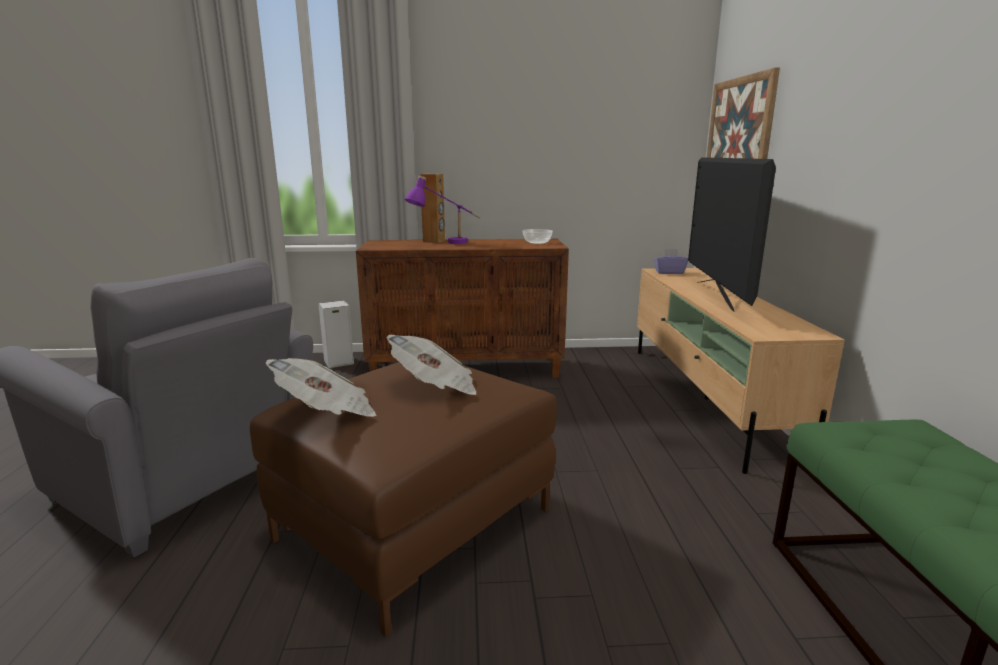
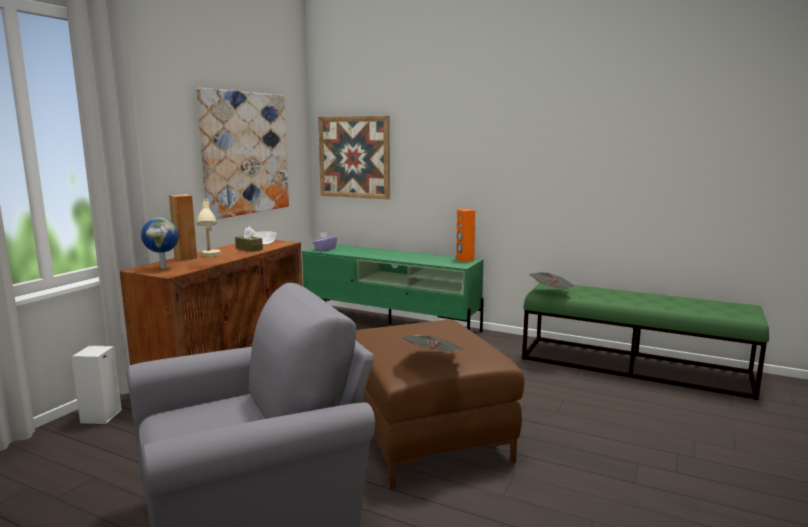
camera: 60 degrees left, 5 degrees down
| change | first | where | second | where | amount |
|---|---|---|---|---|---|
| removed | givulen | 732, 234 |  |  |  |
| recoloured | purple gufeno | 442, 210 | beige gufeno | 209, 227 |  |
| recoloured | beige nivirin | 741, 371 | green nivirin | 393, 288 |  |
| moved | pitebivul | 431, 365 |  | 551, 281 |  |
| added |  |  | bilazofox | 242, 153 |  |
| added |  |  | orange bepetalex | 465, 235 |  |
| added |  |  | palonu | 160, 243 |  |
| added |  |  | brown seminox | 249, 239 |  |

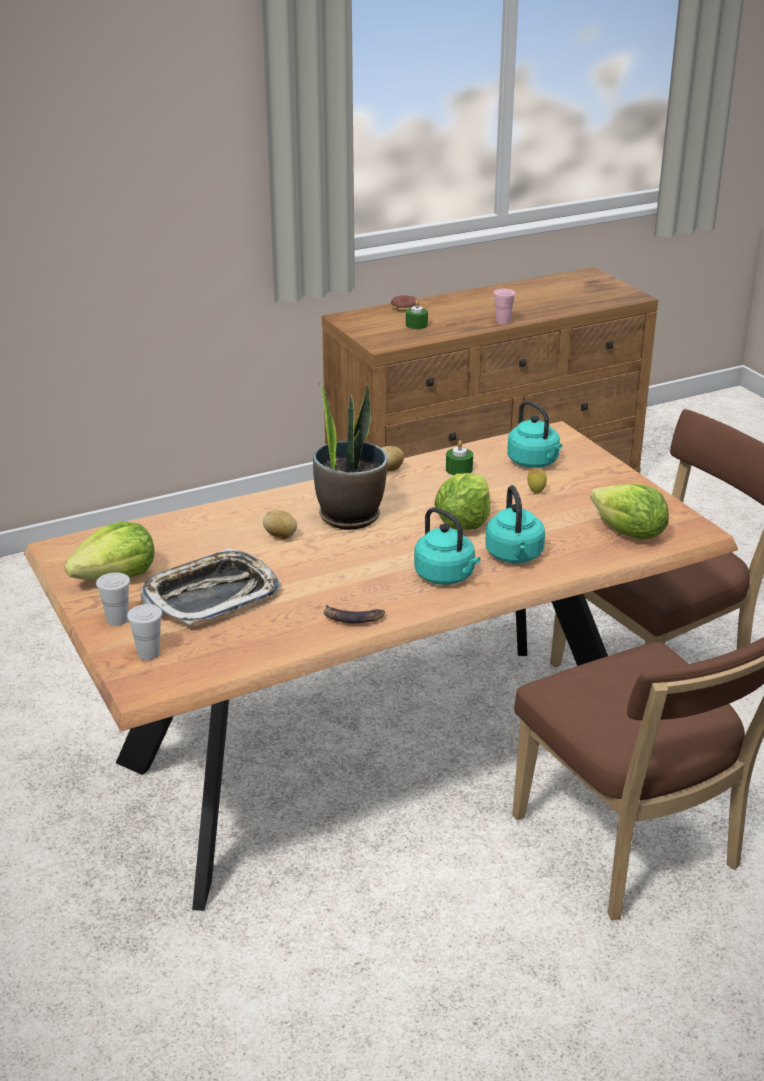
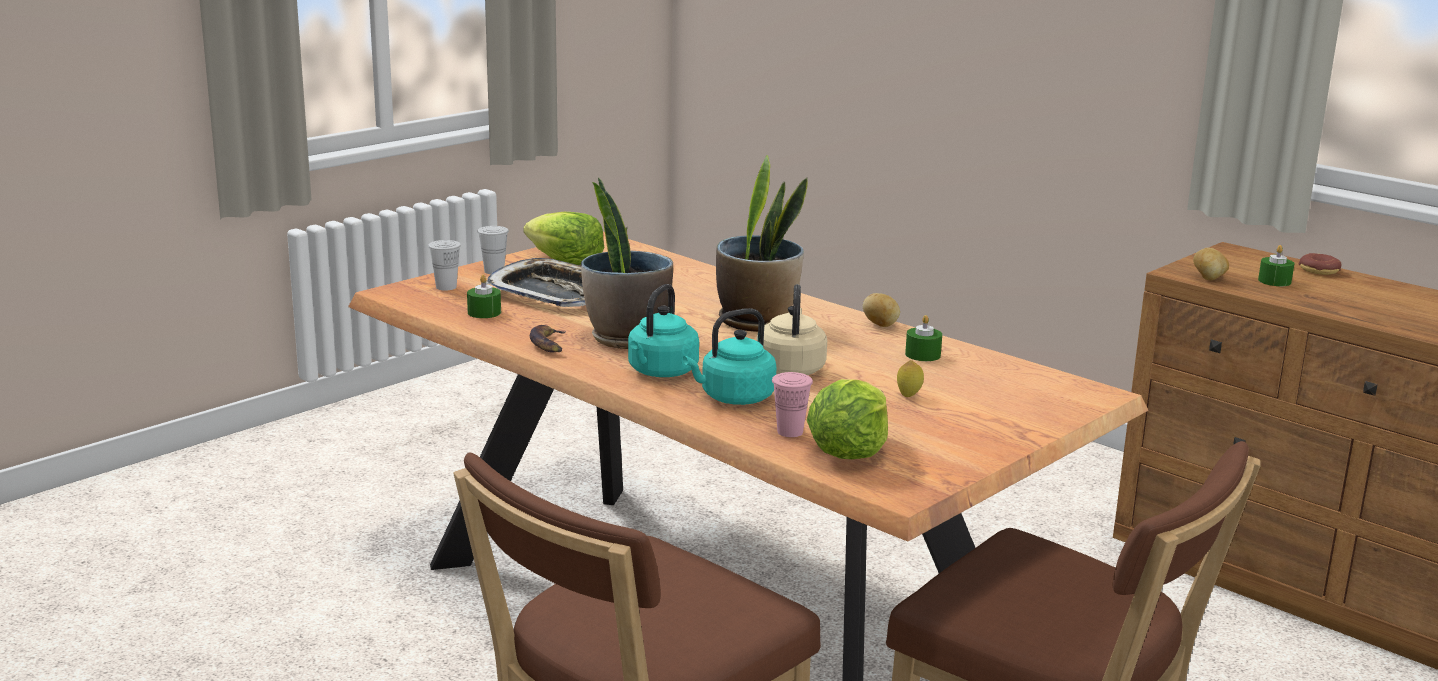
camera: 70 degrees right, 10 degrees down
| change | first | where | second | where | amount |
|---|---|---|---|---|---|
| moved | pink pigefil | 504, 307 |  | 792, 404 |  |
| removed | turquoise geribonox | 534, 434 |  |  |  |
| replaced | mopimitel | 462, 501 | beige geribonox | 791, 329 |  |
| moved | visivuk | 280, 524 |  | 1211, 264 |  |
| added |  |  | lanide | 627, 263 |  |
| added |  |  | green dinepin | 484, 296 |  |

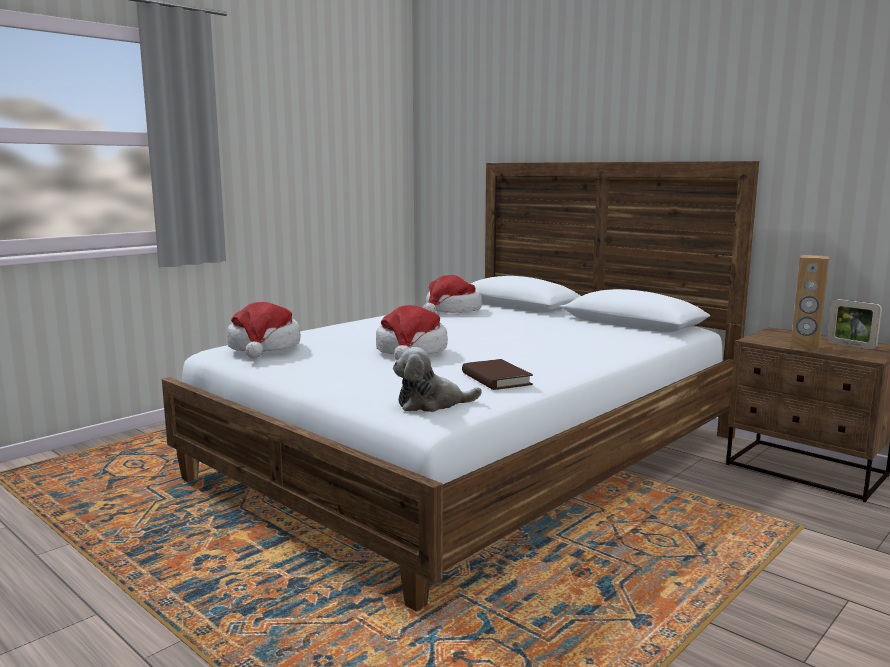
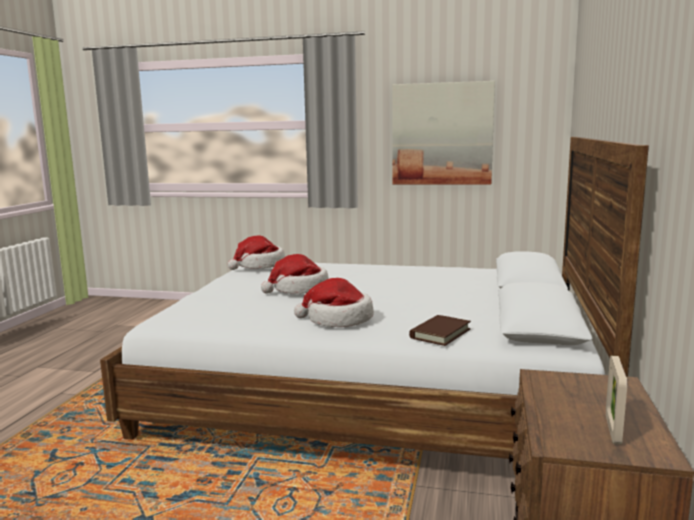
camera: 60 degrees right, 0 degrees up
| change | first | where | second | where | amount |
|---|---|---|---|---|---|
| removed | brown bepetalex | 810, 303 |  |  |  |
| moved | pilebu | 452, 294 |  | 334, 302 |  |
| removed | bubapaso | 437, 379 |  |  |  |
| moved | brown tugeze | 497, 374 |  | 440, 330 |  |
| added |  |  | bilazofox | 443, 133 |  |

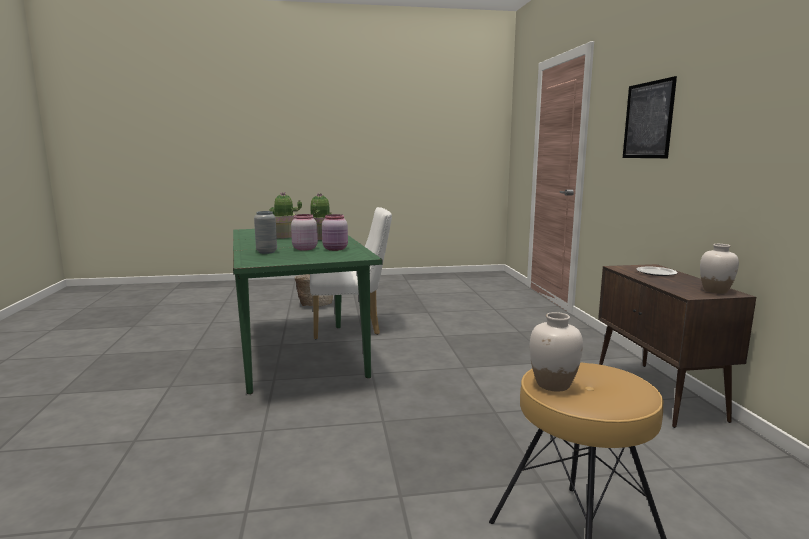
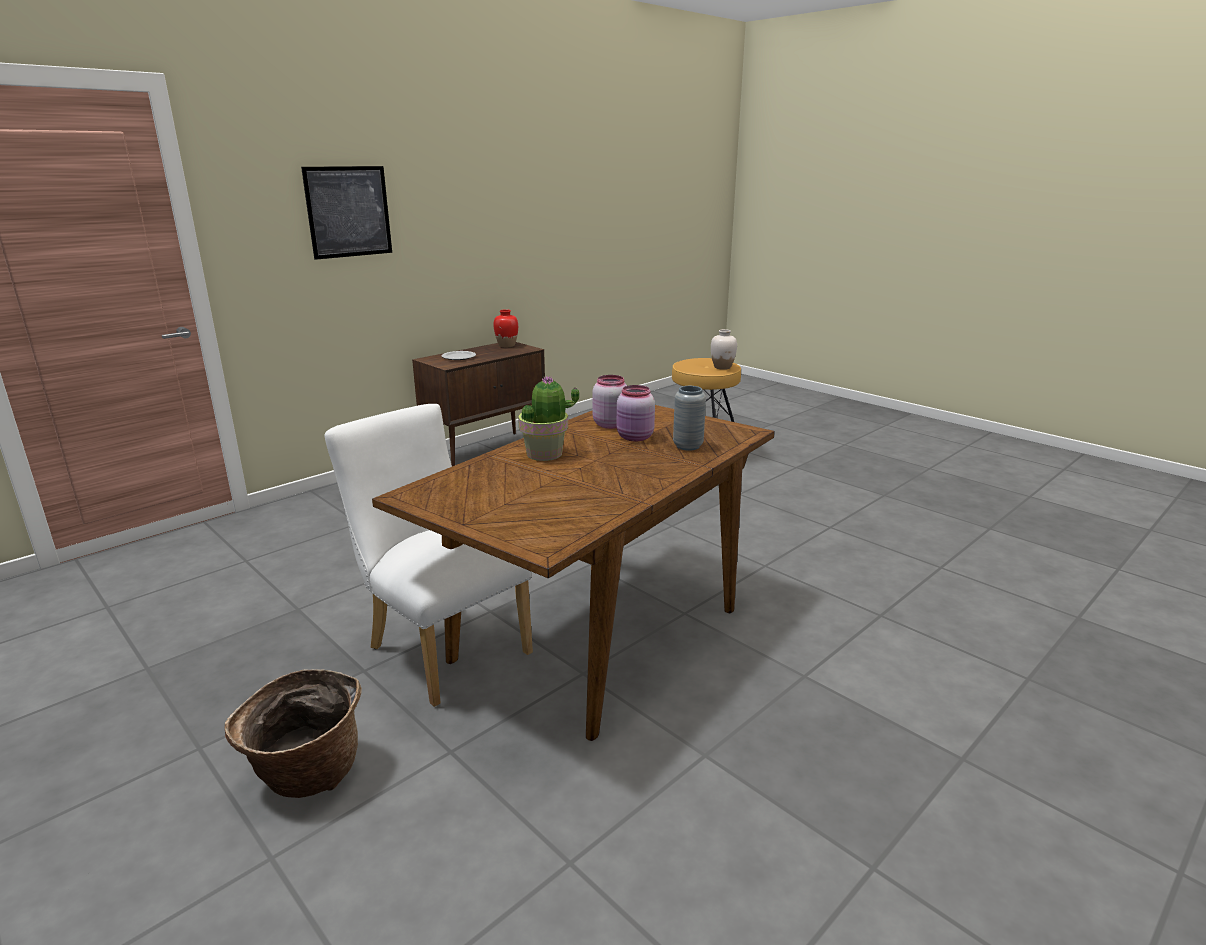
camera: 125 degrees left, 10 degrees up
| change | first | where | second | where | amount |
|---|---|---|---|---|---|
| removed | lanide | 285, 215 |  |  |  |
| recoloured | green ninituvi | 307, 311 | brown ninituvi | 573, 573 |  |
| recoloured | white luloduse | 719, 269 | red luloduse | 506, 328 |  |

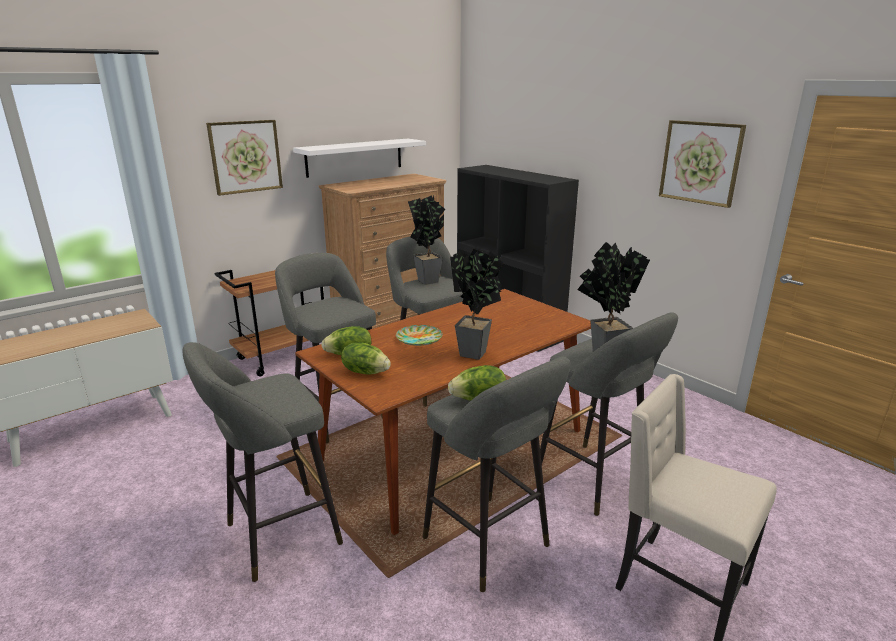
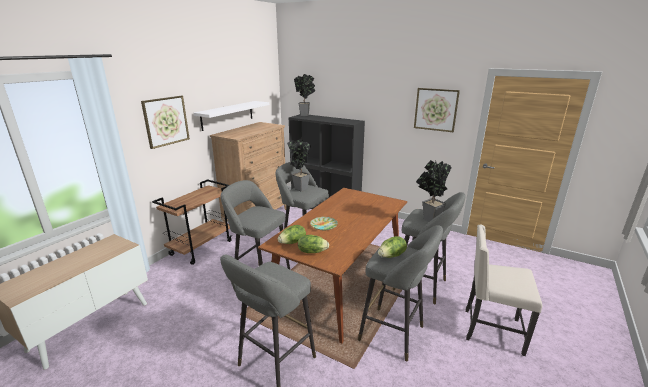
camera: 20 degrees left, 0 degrees up
| change | first | where | second | where | amount |
|---|---|---|---|---|---|
| moved | lanide | 476, 304 |  | 304, 95 |  |

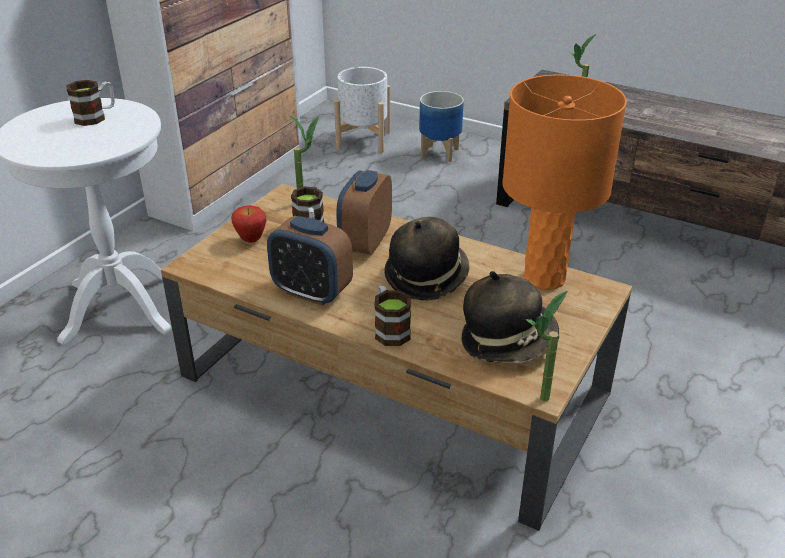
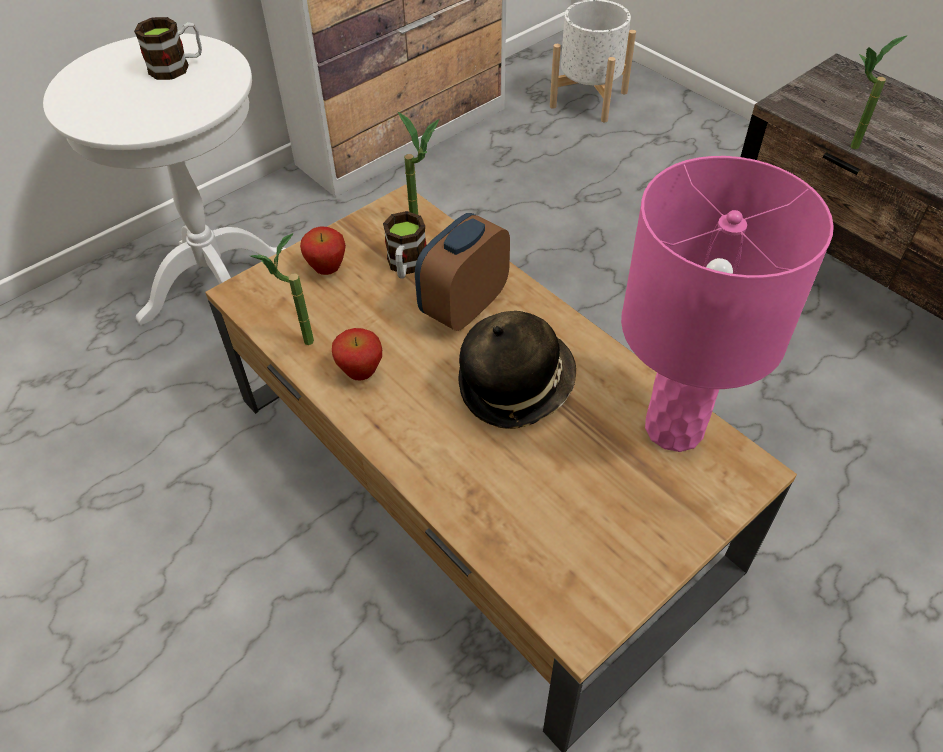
camera: 20 degrees right, 15 degrees up
| change | first | where | second | where | amount |
|---|---|---|---|---|---|
| recoloured | orange gufeno | 564, 182 | pink gufeno | 727, 304 |  |
| removed | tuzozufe | 441, 126 |  |  |  |
| replaced | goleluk | 310, 261 | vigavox | 357, 354 |  |
| removed | pilebu | 510, 317 |  |  |  |
| removed | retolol | 392, 316 |  |  |  |
| moved | lanide | 546, 346 |  | 282, 289 |  |

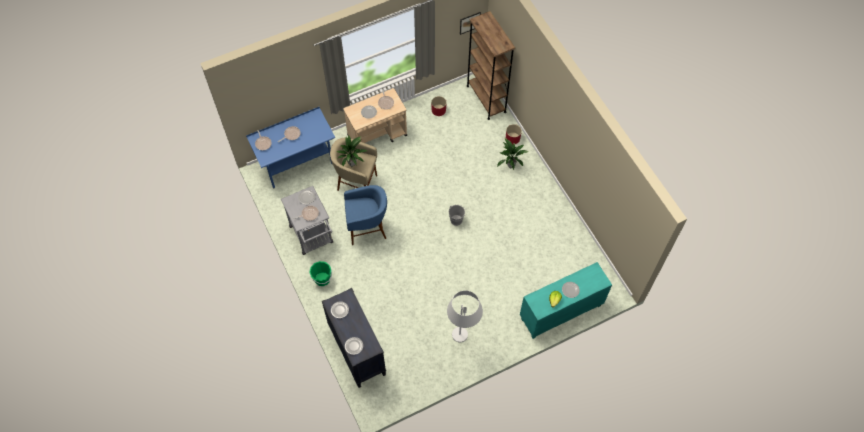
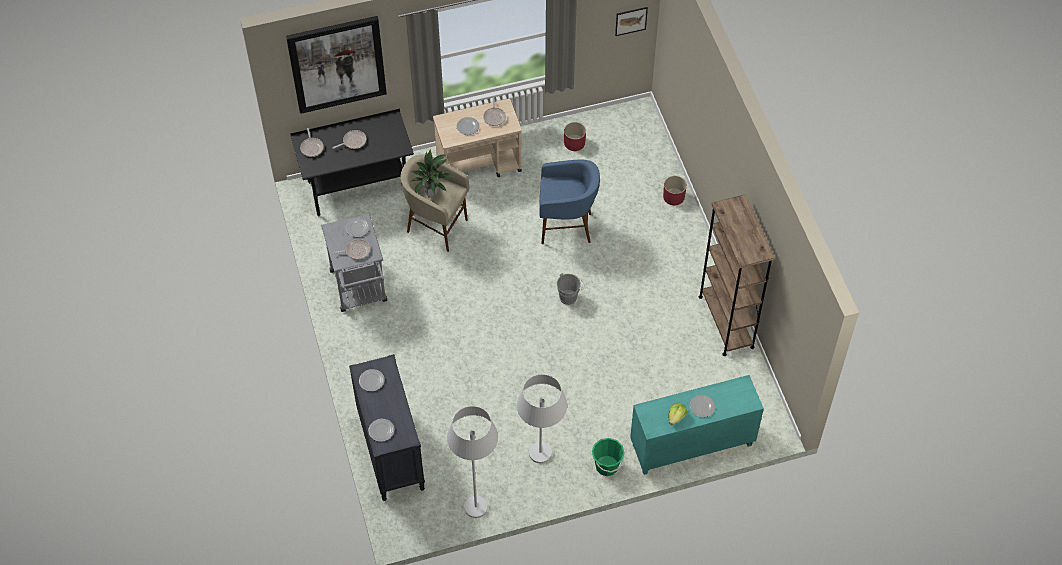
camera: 10 degrees right, 5 degrees down
| change | first | where | second | where | amount |
|---|---|---|---|---|---|
| moved | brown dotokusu | 491, 65 |  | 737, 275 |  |
| recoloured | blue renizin | 290, 148 | black renizin | 352, 163 |  |
| removed | lanide | 512, 154 |  |  |  |
| moved | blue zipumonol | 365, 215 |  | 569, 202 |  |
| moved | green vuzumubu | 320, 273 |  | 608, 457 |  |
| added |  |  | bilazofox | 336, 65 |  |
| added |  |  | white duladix | 472, 462 |  |

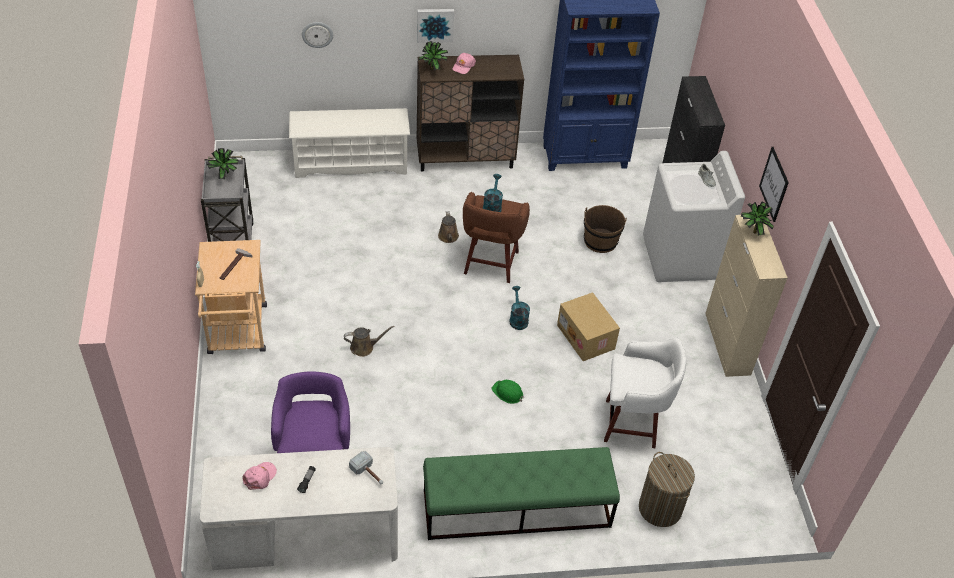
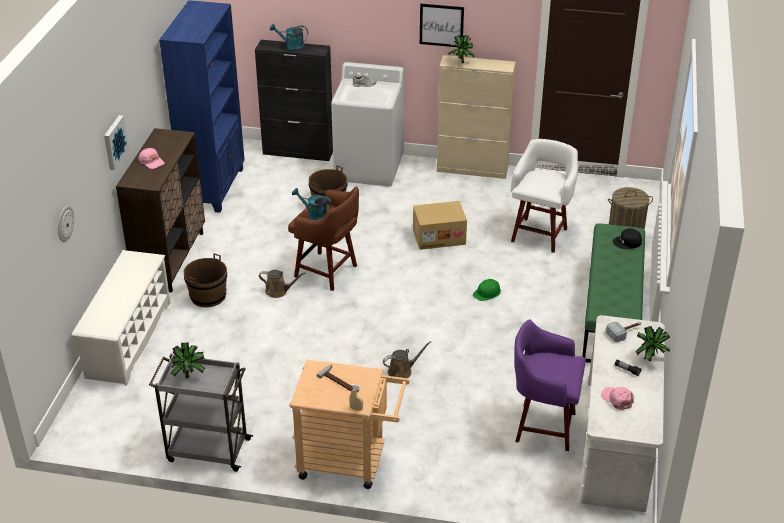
camera: 70 degrees left, 10 degrees down
| change | first | where | second | where | amount |
|---|---|---|---|---|---|
| moved | lanide | 433, 55 |  | 653, 343 |  |
| moved | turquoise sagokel | 519, 308 |  | 289, 37 |  |
| turned | brown sagokel | 369, 341 |  | 407, 360 | 60 degrees clockwise |
| added |  |  | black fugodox | 627, 238 |  |
| added |  |  | brown vuzumubu | 205, 280 |  |

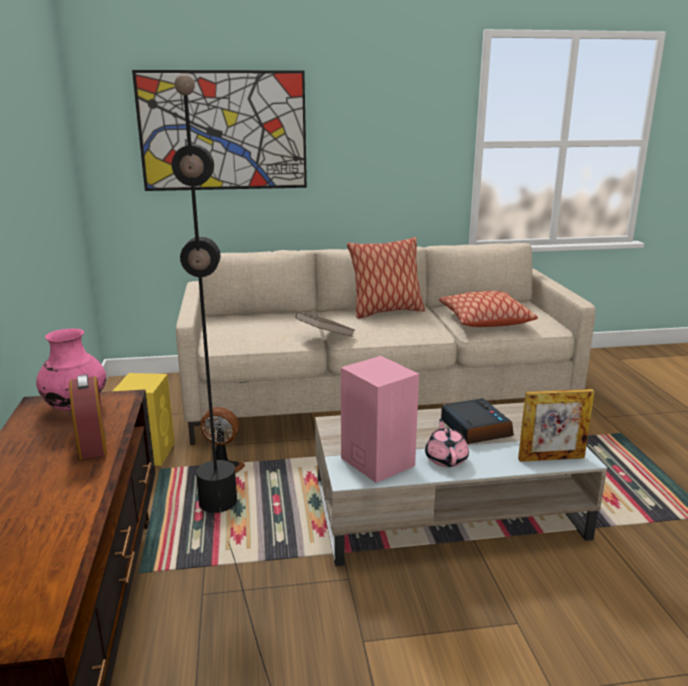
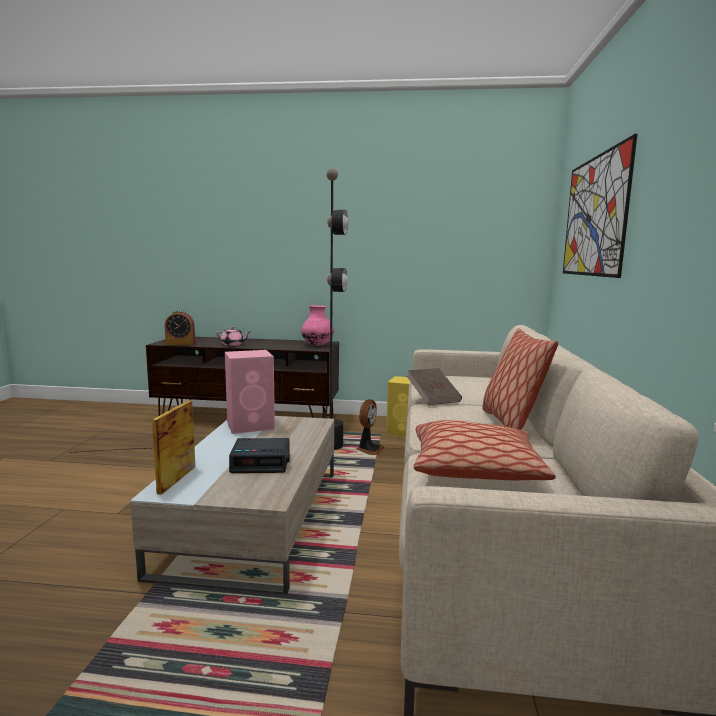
camera: 105 degrees right, 10 degrees down
| change | first | where | second | where | amount |
|---|---|---|---|---|---|
| moved | goleluk | 88, 416 |  | 180, 327 |  |
| moved | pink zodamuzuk | 447, 443 |  | 233, 336 |  |

